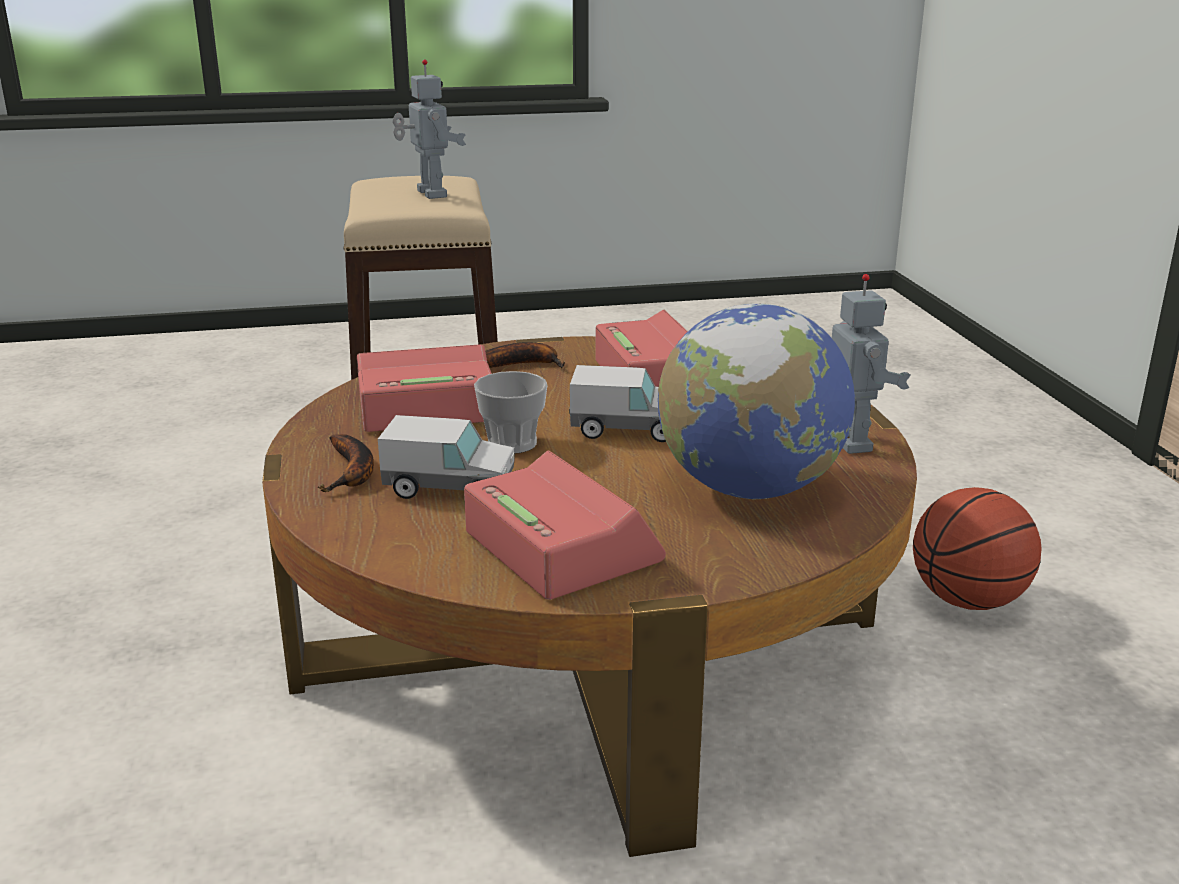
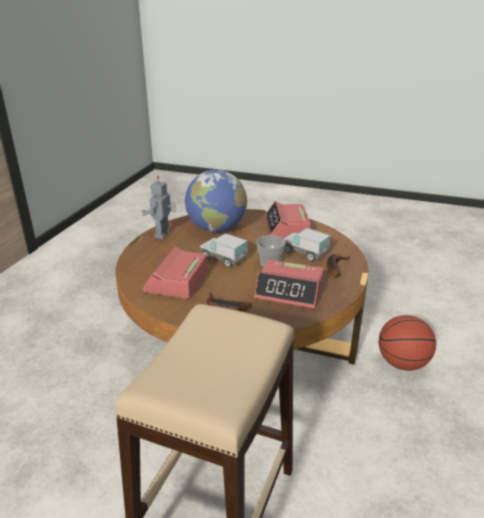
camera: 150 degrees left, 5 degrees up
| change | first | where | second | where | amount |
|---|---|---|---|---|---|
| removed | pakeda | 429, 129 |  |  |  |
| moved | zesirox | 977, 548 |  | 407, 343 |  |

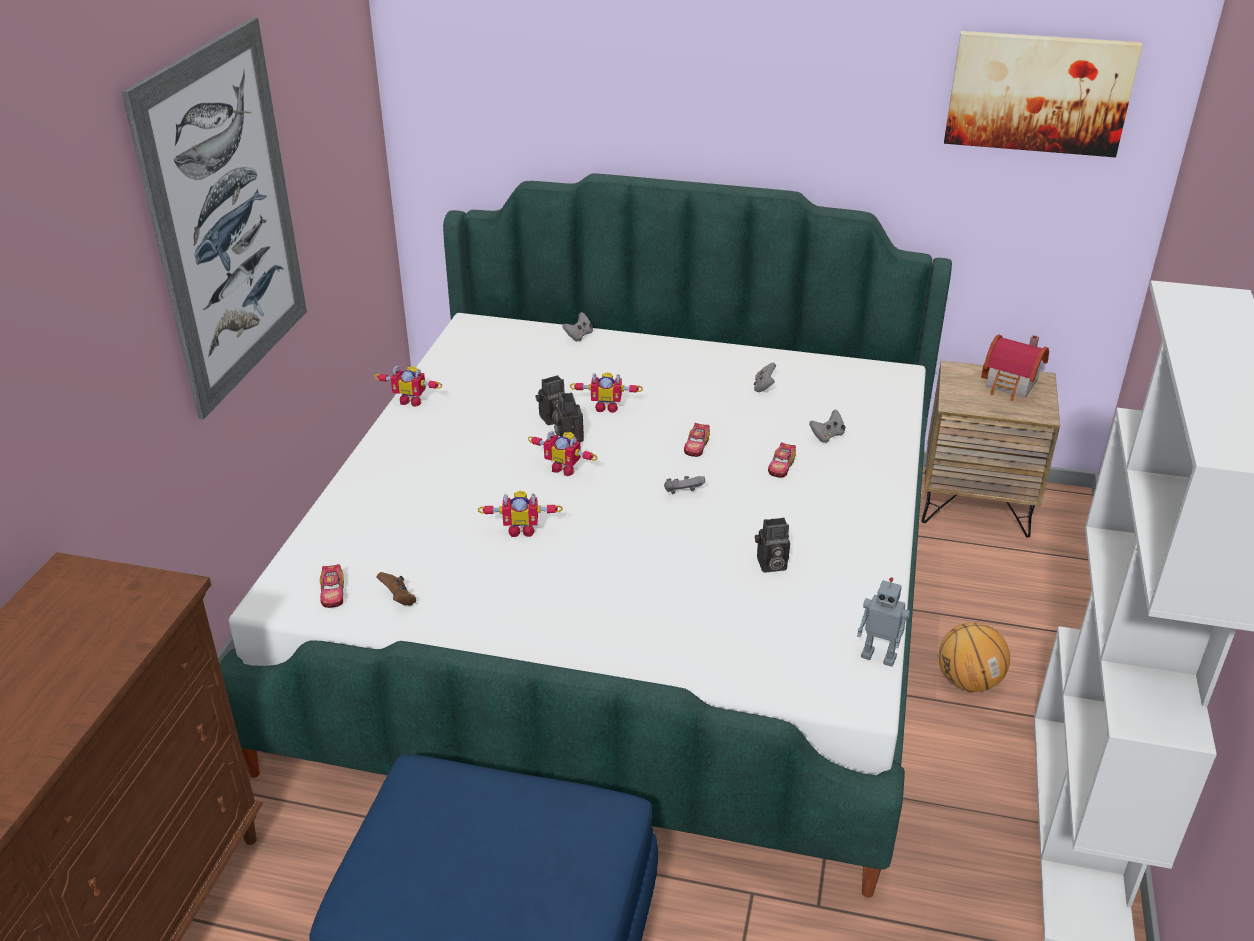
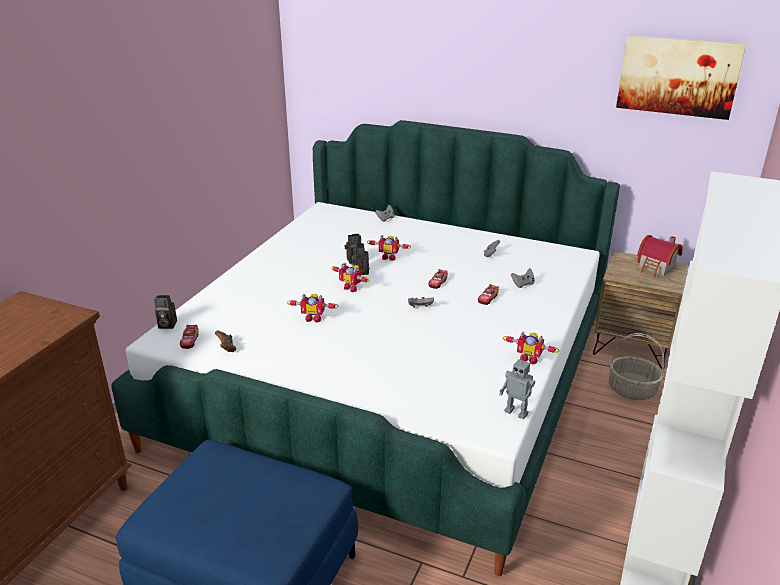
camera: 10 degrees right, 5 degrees down
| change | first | where | second | where | amount |
|---|---|---|---|---|---|
| removed | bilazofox | 214, 218 |  |  |  |
| moved | pakeda | 408, 386 |  | 531, 348 |  |
| moved | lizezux | 772, 545 |  | 165, 312 |  |
| removed | zesirox | 974, 657 |  |  |  |
| added |  |  | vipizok | 637, 366 |  |

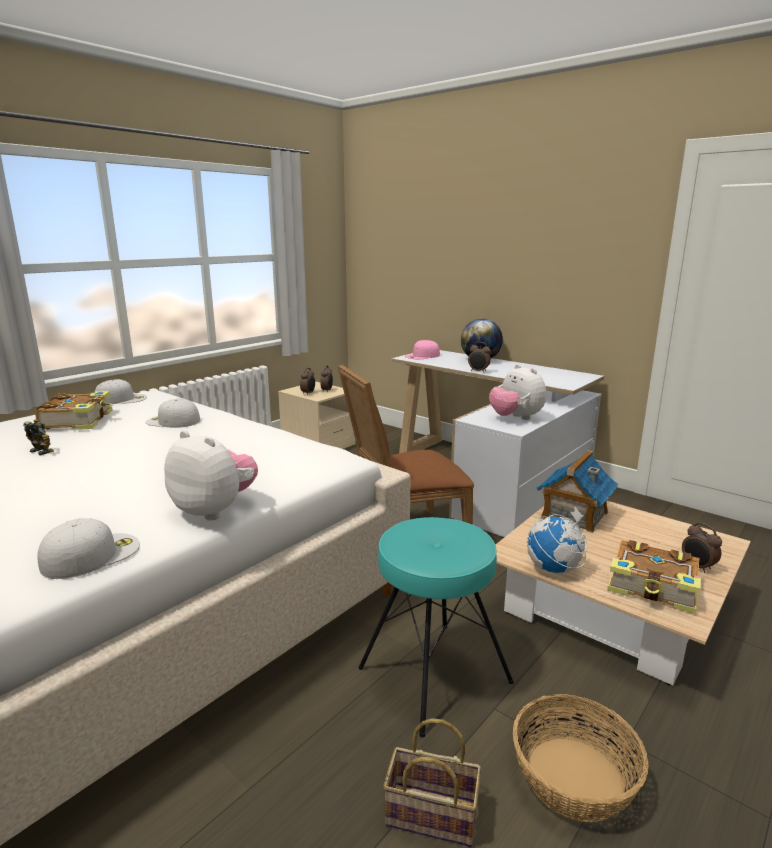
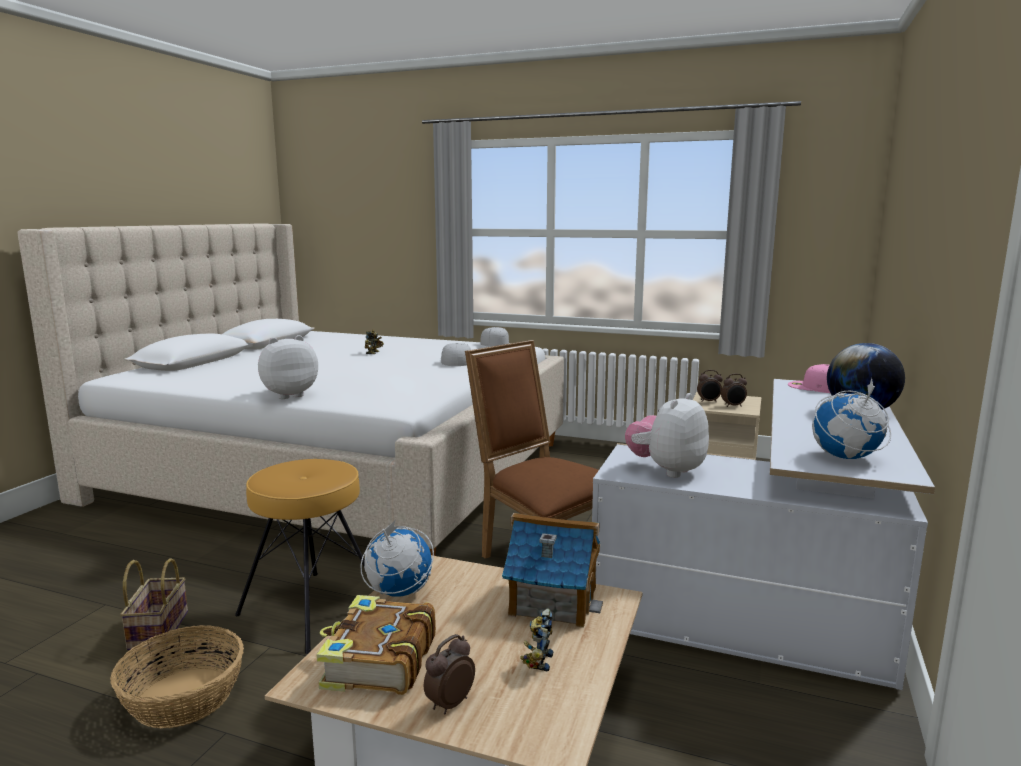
camera: 70 degrees right, 5 degrees down
| change | first | where | second | where | amount |
|---|---|---|---|---|---|
| removed | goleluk | 479, 357 |  |  |  |
| removed | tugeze | 74, 410 |  |  |  |
| turned | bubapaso | 211, 475 |  | 288, 367 | 135 degrees counterclockwise |
| recoloured | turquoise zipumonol | 436, 627 | brown zipumonol | 300, 556 |  |
| removed | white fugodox | 88, 548 |  |  |  |
| added |  |  | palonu | 851, 418 |  |
| added |  |  | pakeda | 536, 639 |  |

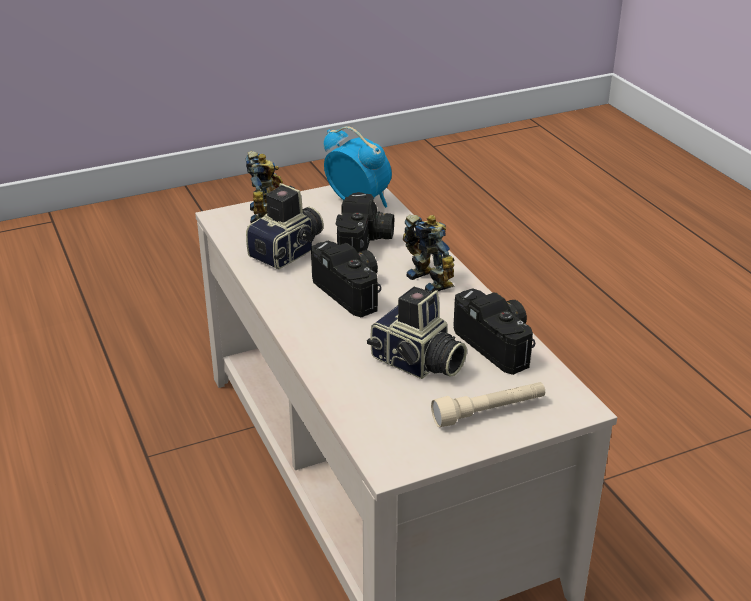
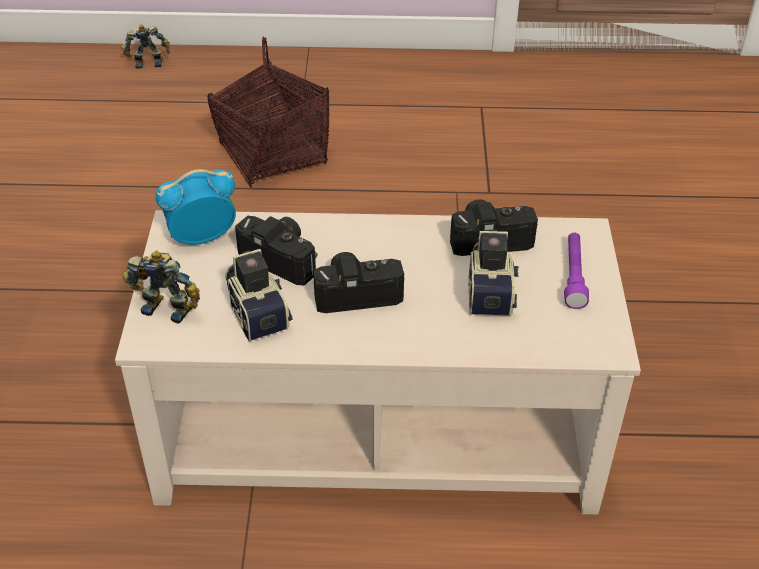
camera: 65 degrees left, 10 degrees up
| change | first | where | second | where | amount |
|---|---|---|---|---|---|
| moved | pakeda | 429, 253 |  | 145, 46 |  |
| turned | lizezux | 417, 333 |  | 493, 273 | 60 degrees counterclockwise |
| recoloured | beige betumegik | 488, 404 | purple betumegik | 576, 271 |  |
| added |  |  | vipizok | 268, 112 |  |

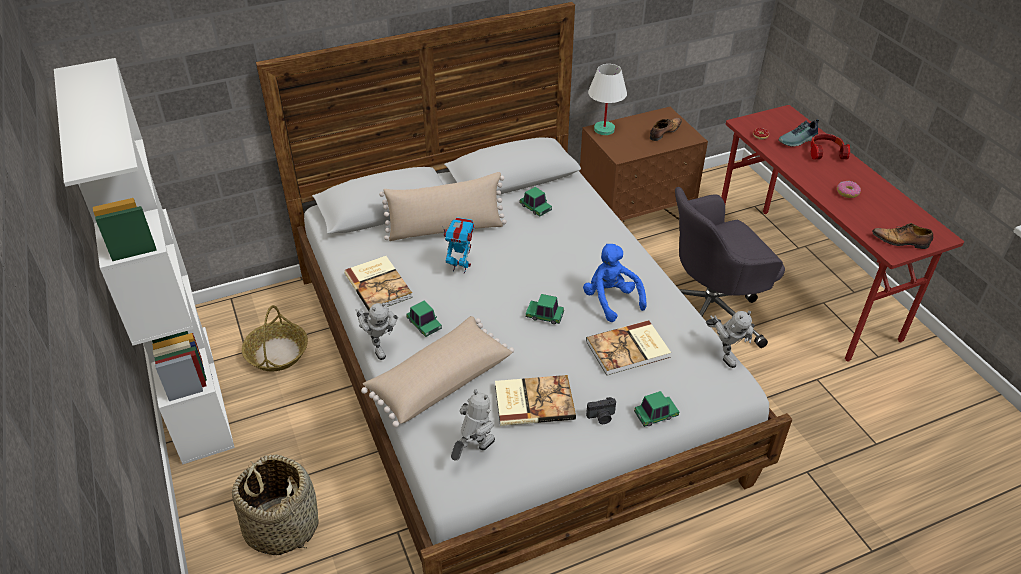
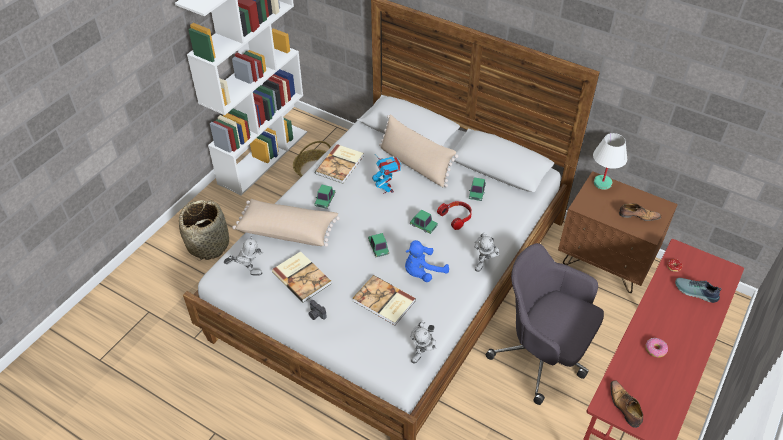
camera: 55 degrees right, 5 degrees up
| change | first | where | second | where | amount |
|---|---|---|---|---|---|
| moved | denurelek | 830, 147 |  | 454, 215 |  |
| turned | blue bubapaso | 615, 283 |  | 427, 261 | 150 degrees counterclockwise |
| moved | pakeda | 377, 331 |  | 486, 252 |  |
| moved | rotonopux | 656, 409 |  | 424, 222 |  |

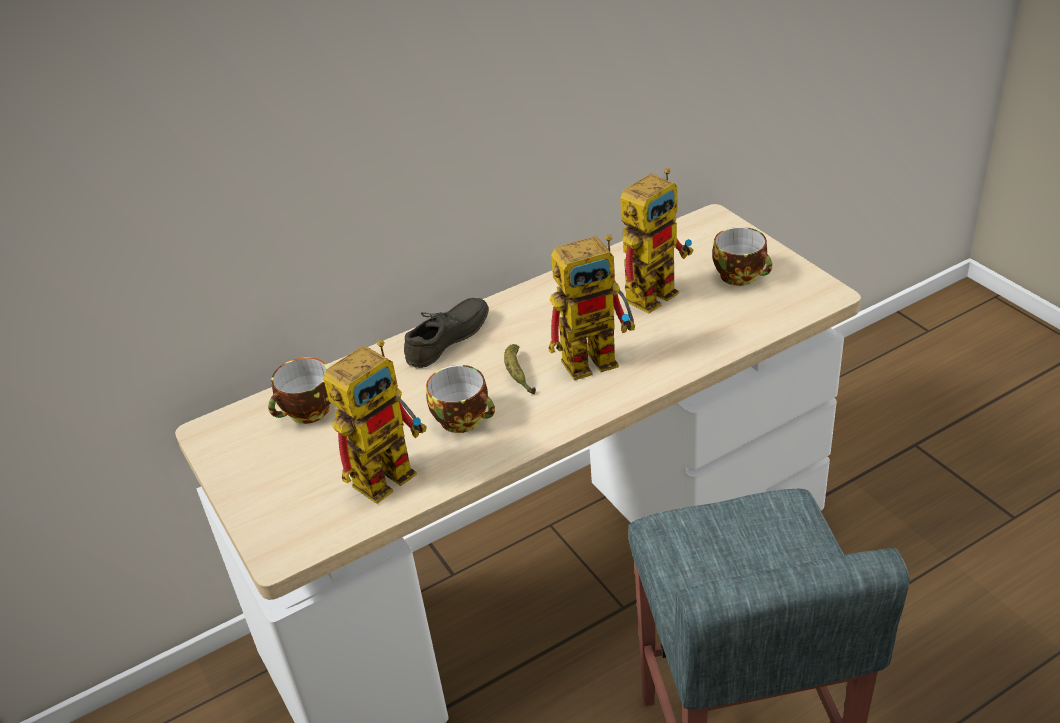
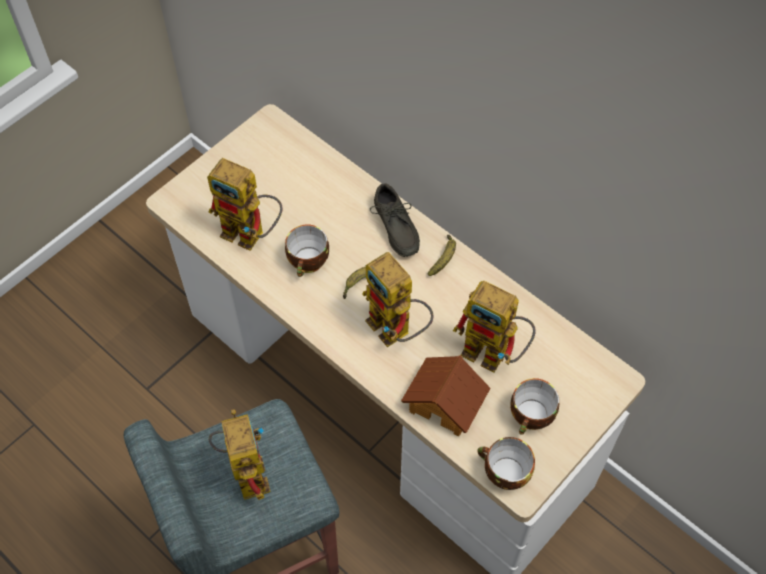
camera: 70 degrees right, 20 degrees up
| change | first | where | second | where | amount |
|---|---|---|---|---|---|
| turned | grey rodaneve | 446, 333 |  | 395, 220 | 45 degrees clockwise |
| moved | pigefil | 299, 390 |  | 506, 463 |  |
| added |  |  | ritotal | 442, 255 |  |
| added |  |  | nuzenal | 445, 396 |  |
| added |  |  | pakeda | 240, 454 |  |

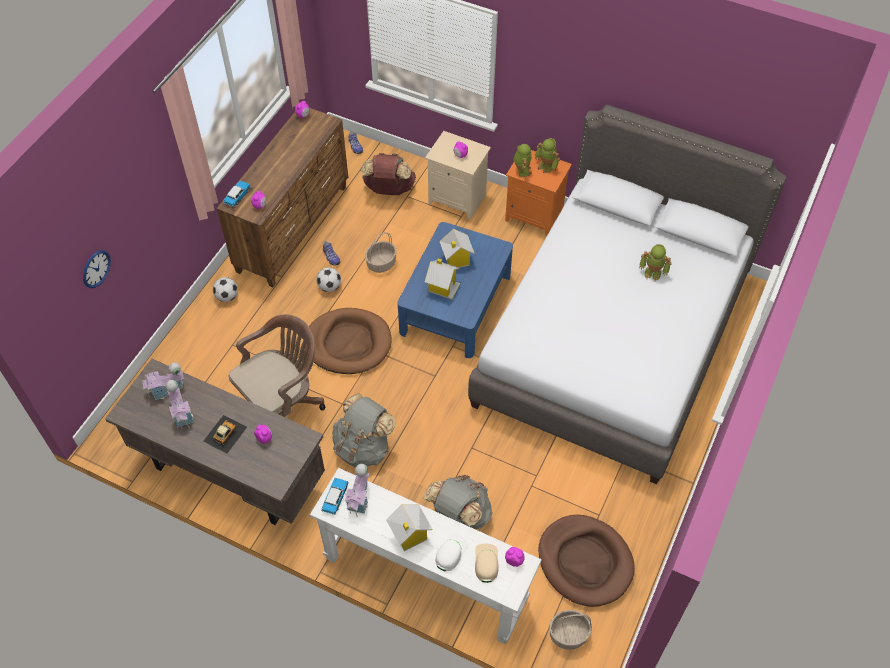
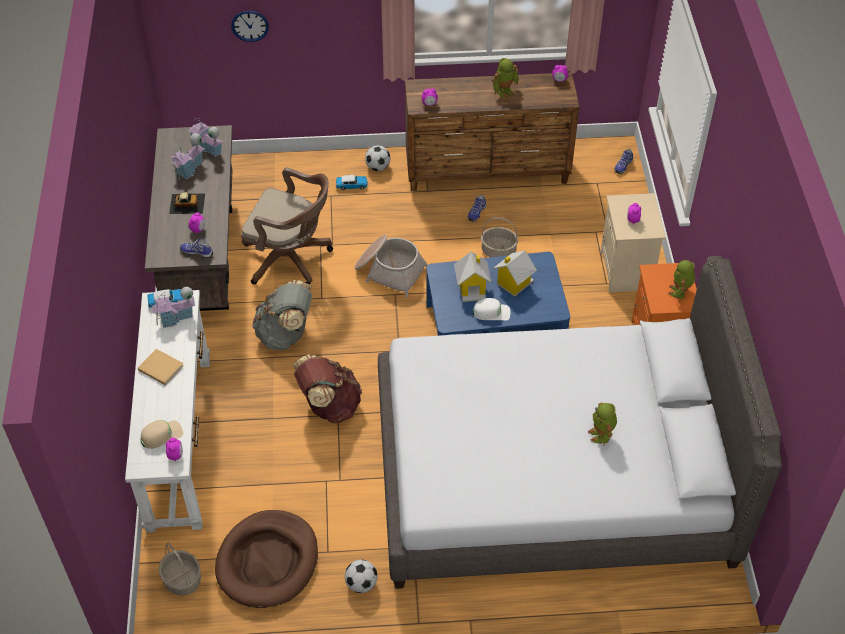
camera: 60 degrees right, 5 degrees down
| change | first | where | second | where | amount |
|---|---|---|---|---|---|
| moved | pakeda | 523, 160 |  | 505, 78 |  |
| moved | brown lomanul | 389, 174 |  | 327, 388 |  |
| moved | rotonopux | 237, 193 |  | 352, 182 |  |
| moved | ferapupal | 328, 279 |  | 361, 576 |  |
| replaced | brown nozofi | 348, 341 | vipizok | 390, 266 |  |
| removed | grey lomanul | 458, 502 |  |  |  |
| replaced | nuzenal | 409, 527 | beige tugeze | 161, 367 |  |
| moved | white fugodox | 452, 552 |  | 491, 309 |  |
| added |  |  | rodaneve | 196, 248 |  |

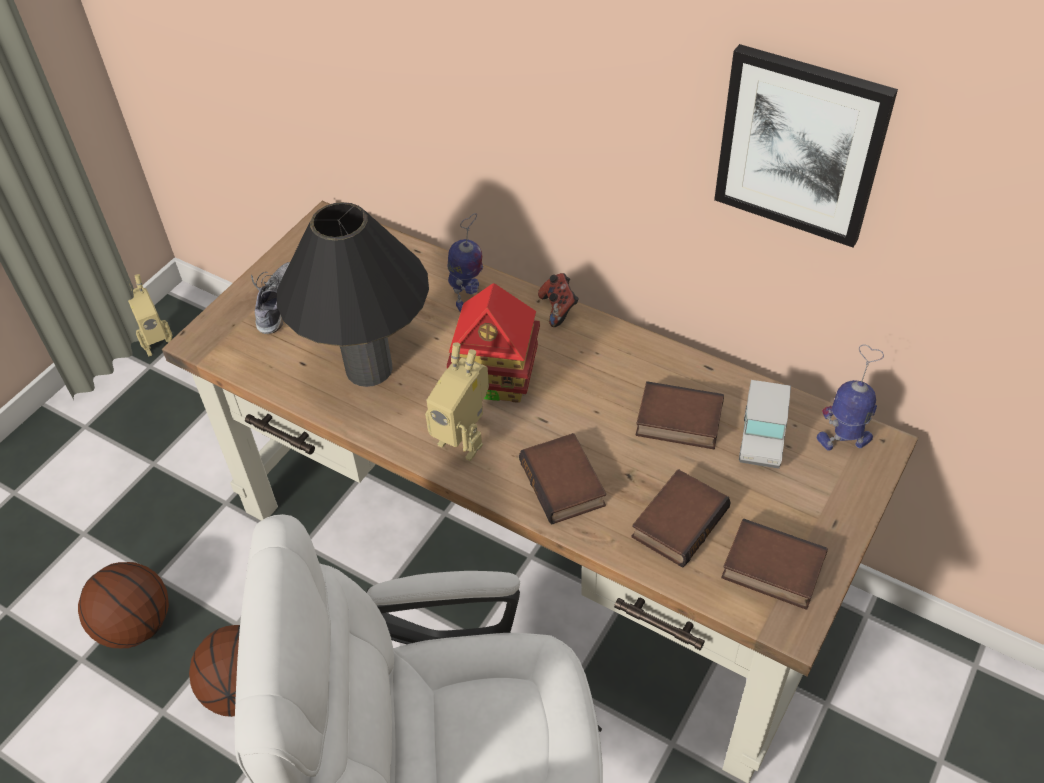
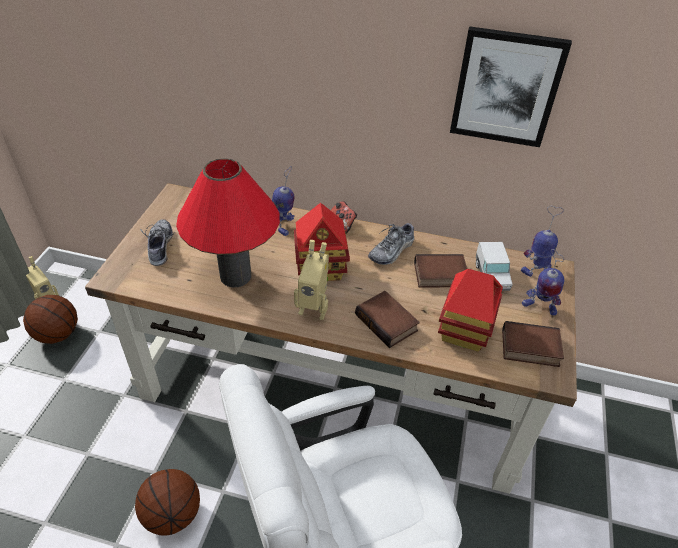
camera: 20 degrees left, 5 degrees down
| change | first | where | second | where | amount |
|---|---|---|---|---|---|
| recoloured | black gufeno | 353, 294 | red gufeno | 228, 222 |  |
| replaced | tugeze | 681, 518 | nuzenal | 470, 310 |  |
| moved | zesirox | 123, 605 |  | 50, 319 |  |
| added |  |  | rodaneve | 391, 244 |  |
| added |  |  | pakeda | 543, 282 |  |

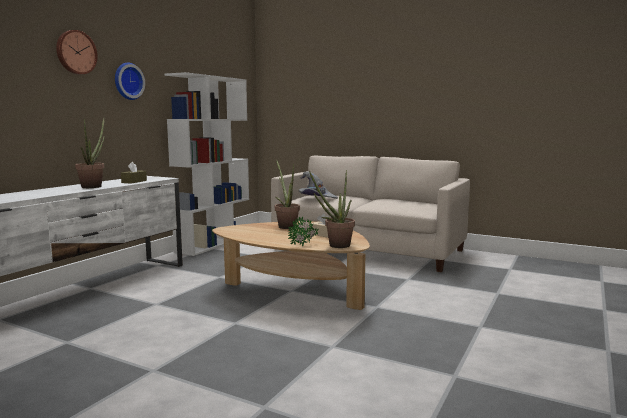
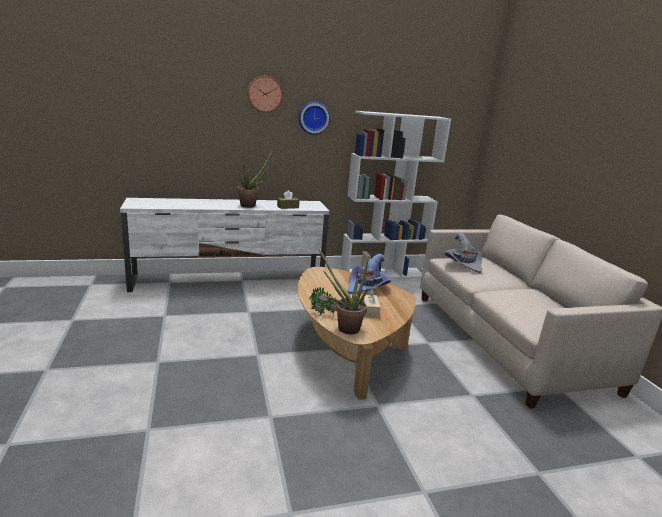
camera: 45 degrees right, 10 degrees up
| change | first | where | second | where | amount |
|---|---|---|---|---|---|
| replaced | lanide | 287, 194 | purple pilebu | 369, 274 |  |

